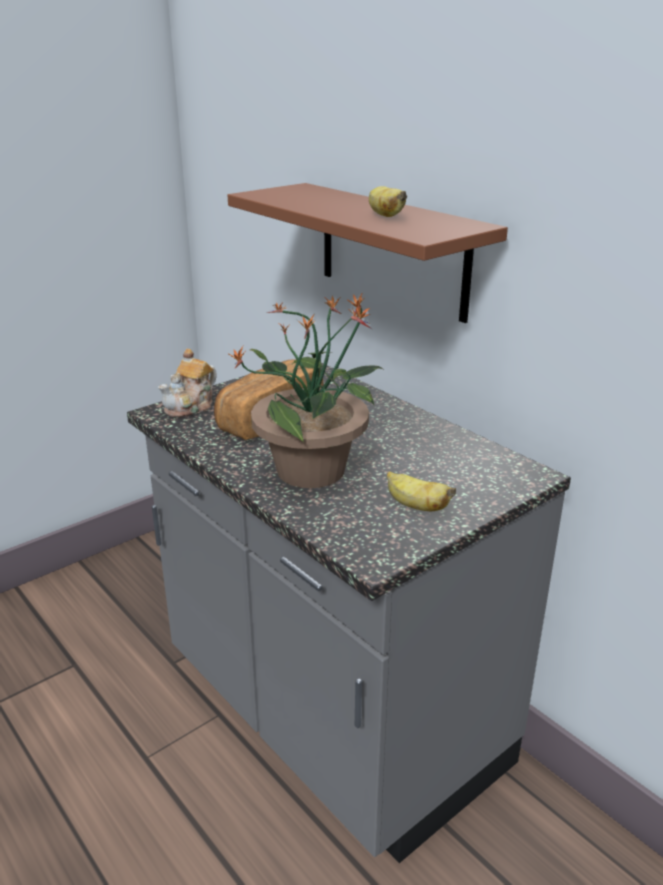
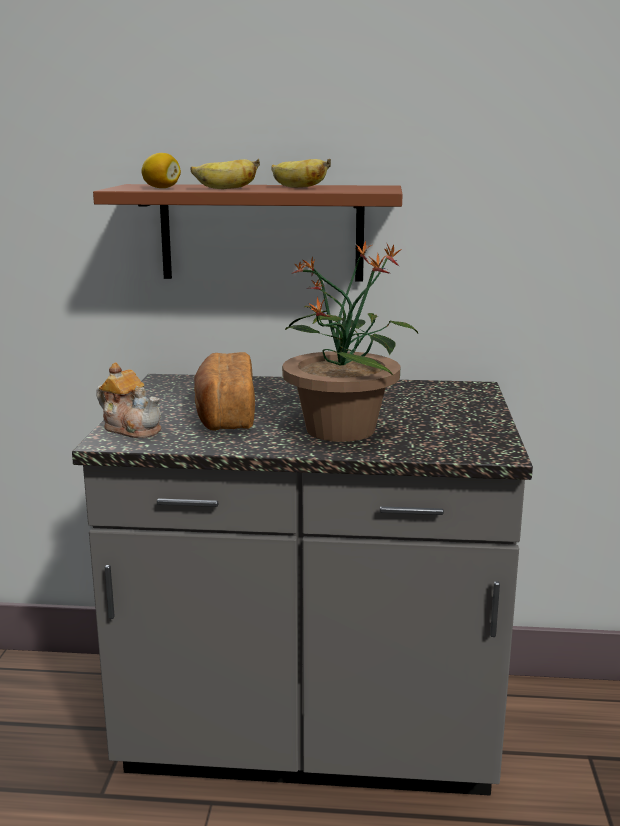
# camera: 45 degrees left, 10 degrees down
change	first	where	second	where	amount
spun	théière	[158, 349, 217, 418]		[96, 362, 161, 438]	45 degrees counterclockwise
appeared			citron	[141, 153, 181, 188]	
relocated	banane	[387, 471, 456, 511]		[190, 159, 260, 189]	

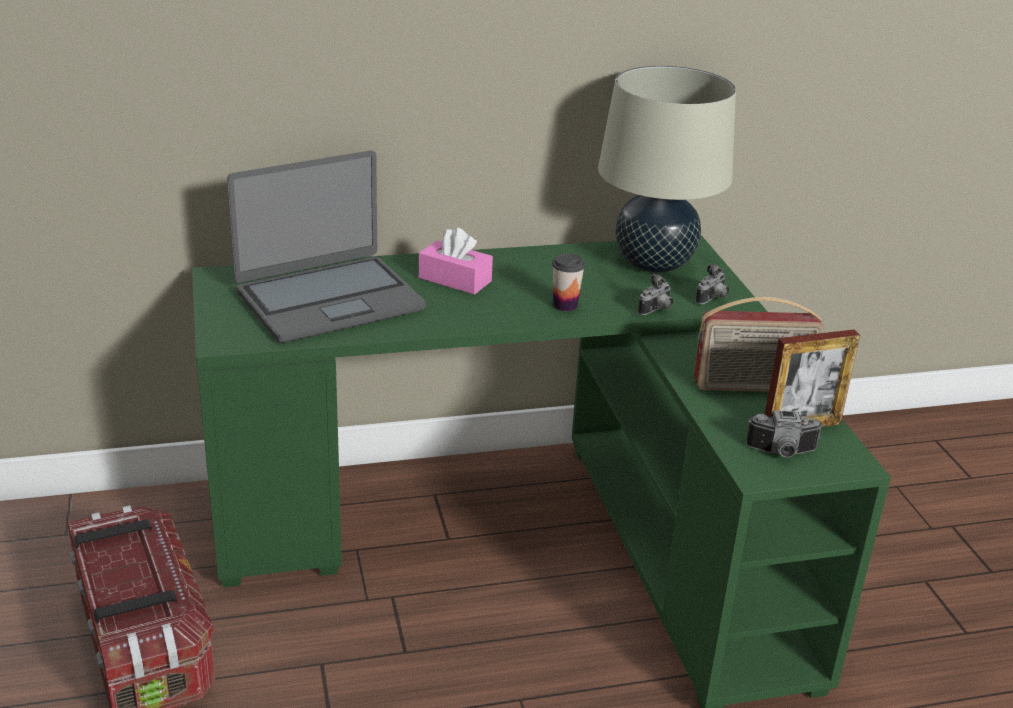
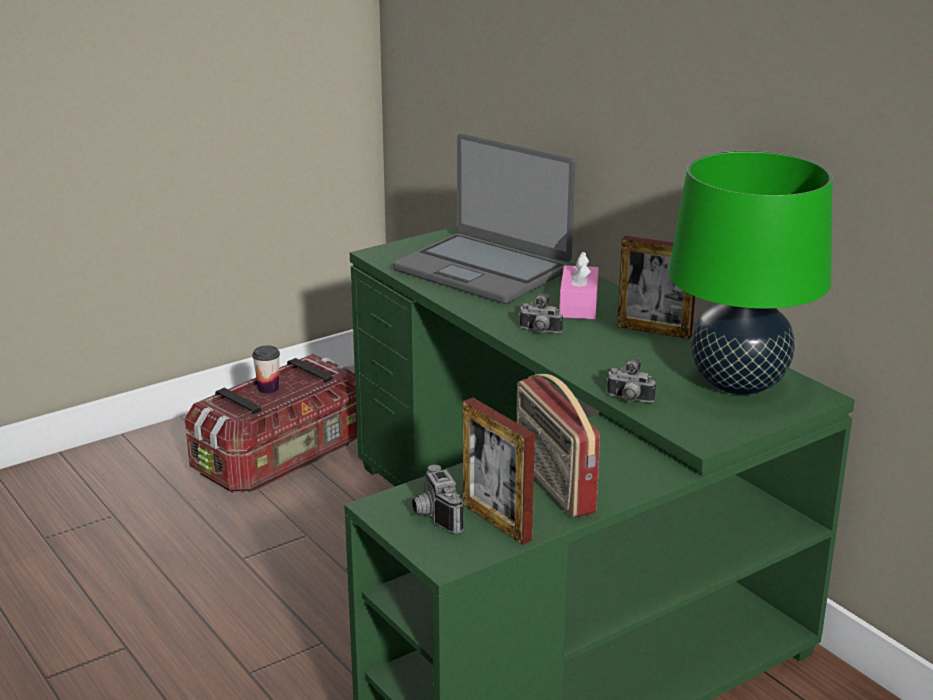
# camera: 70 degrees right, 5 degrees down
change	first	where	second	where	amount
relocated	tasse	[552, 253, 585, 311]		[252, 345, 280, 394]	
relocated	appareil photo	[695, 263, 729, 304]		[519, 294, 563, 333]	
appeared			cadre photo	[617, 236, 695, 339]	
colour	lampe de table [beige]	[598, 66, 736, 273]	lampe de table [vert]	[668, 151, 833, 395]	

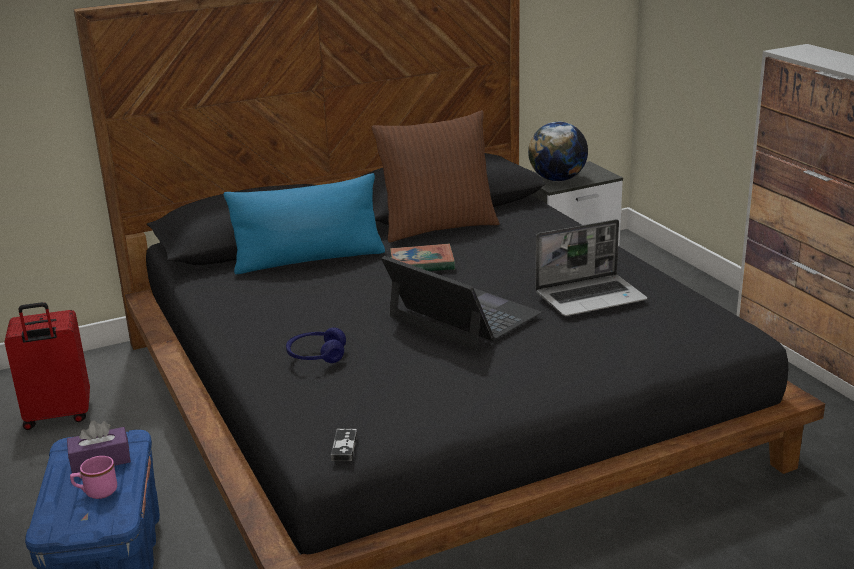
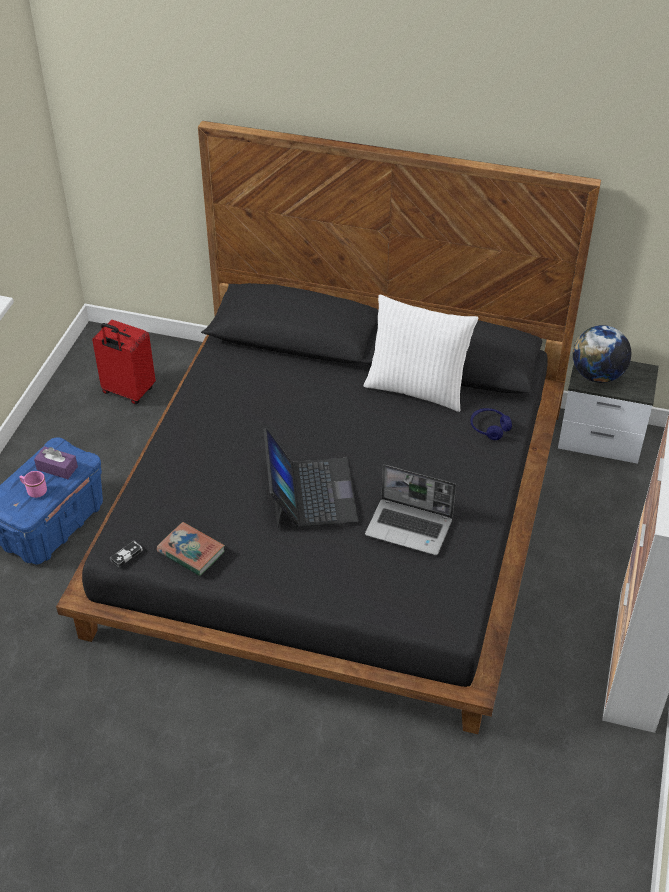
# camera: 40 degrees right, 20 degrees up
change	first	where	second	where	amount
relocated	livre	[390, 244, 455, 271]		[157, 522, 225, 576]	
colour	coussin [marron]	[372, 110, 500, 242]	coussin [blanc]	[364, 295, 478, 412]	
relocated	casque audio [bleu]	[286, 327, 346, 363]		[471, 408, 512, 440]	
missing	coussin [bleu]	[224, 173, 385, 274]			

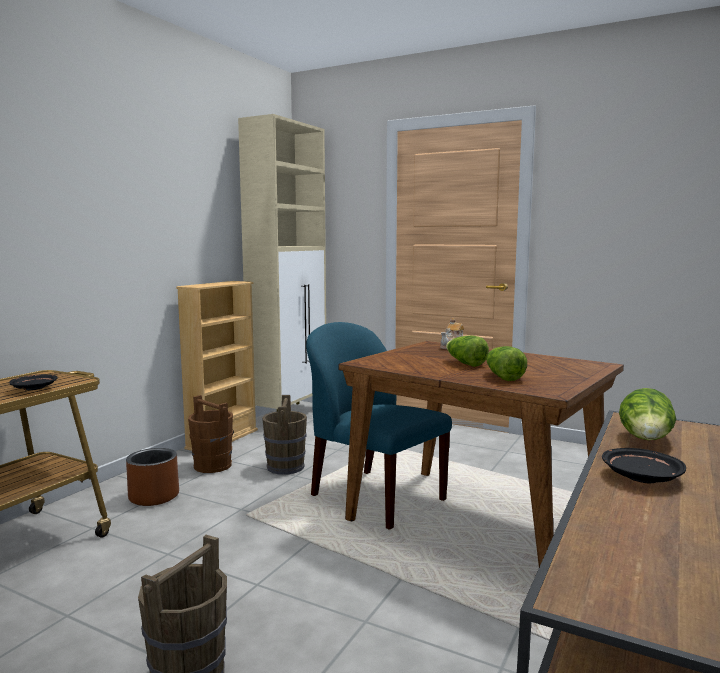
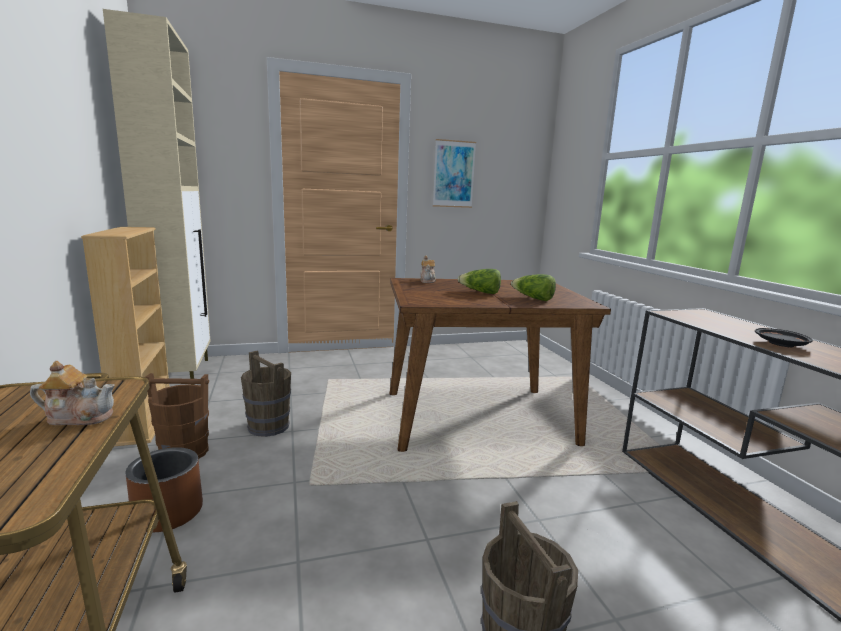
# camera: 45 degrees left, 5 degrees up
change	first	where	second	where	amount
exchanged	assiette [noir]	[9, 374, 58, 390]	théière	[30, 361, 115, 425]	
appeared			tableau	[433, 139, 476, 208]	
missing	chaise [bleu]	[306, 322, 452, 530]			
missing	laitue	[619, 388, 676, 440]			

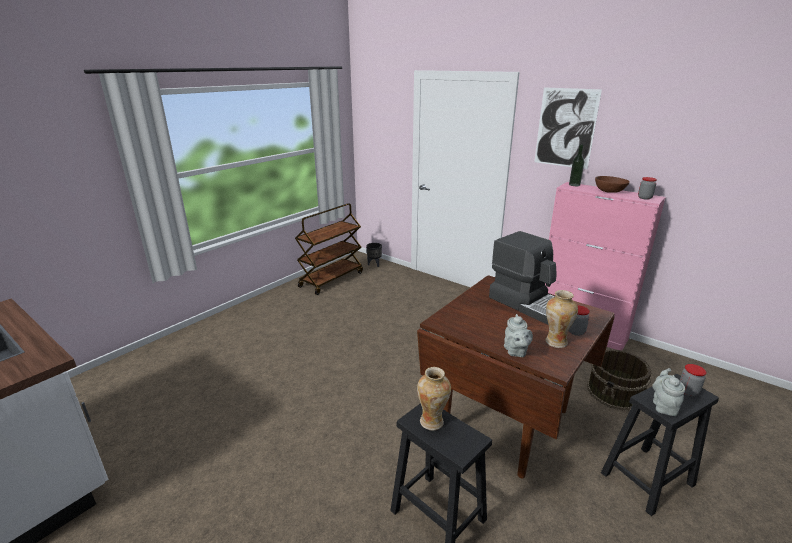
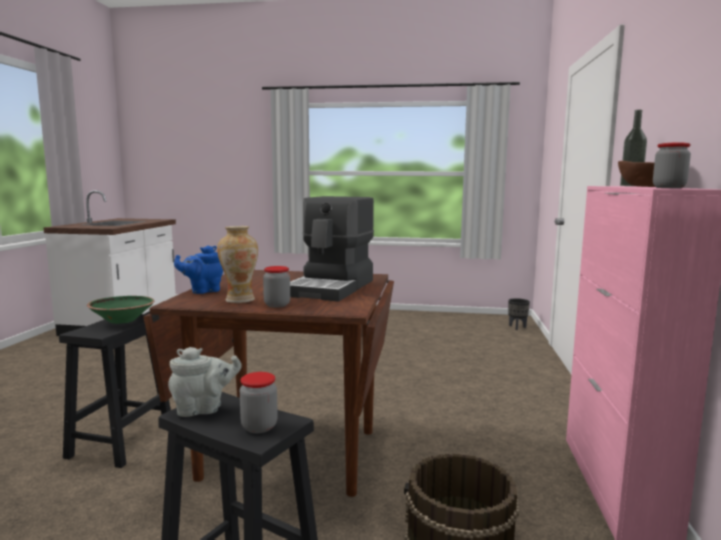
# camera: 60 degrees right, 15 degrees down
change	first	where	second	where	amount
exchanged	vase	[417, 367, 451, 430]	bol [vert]	[87, 296, 154, 324]	
colour	théière [gris]	[504, 314, 533, 357]	théière [bleu]	[174, 246, 223, 294]	
missing	chariot [marron]	[295, 203, 363, 295]			
missing	tableau	[534, 87, 602, 169]			

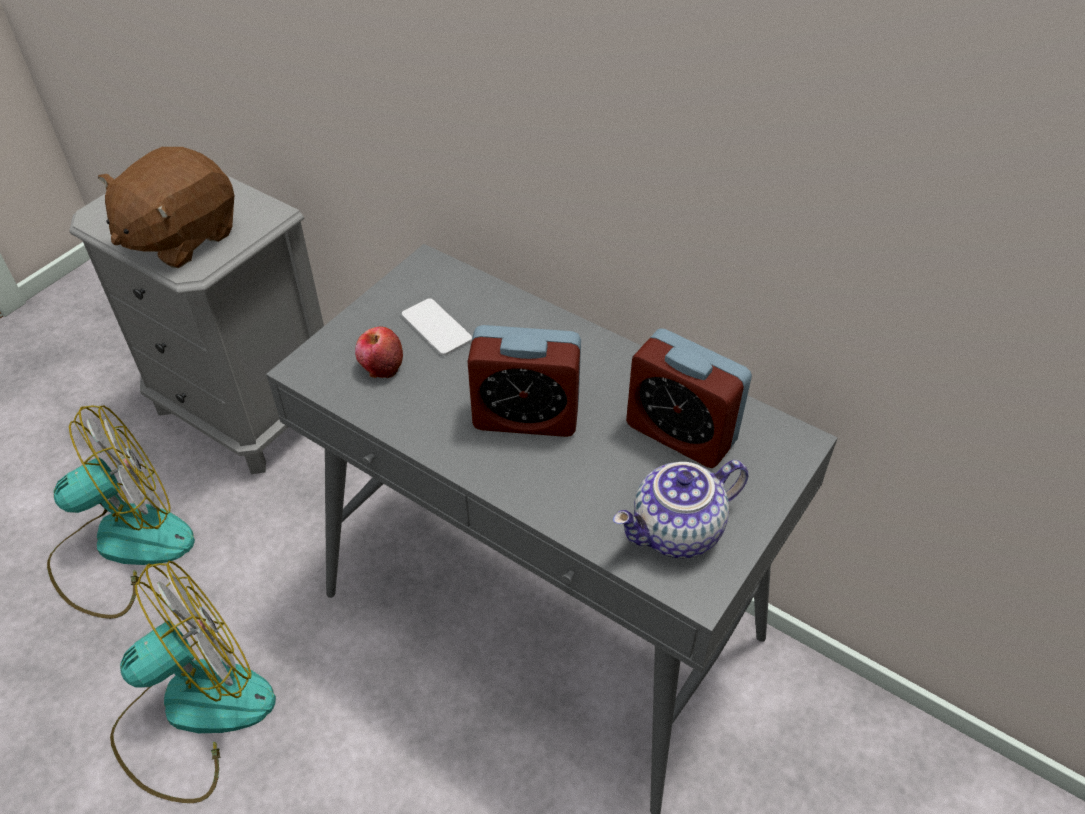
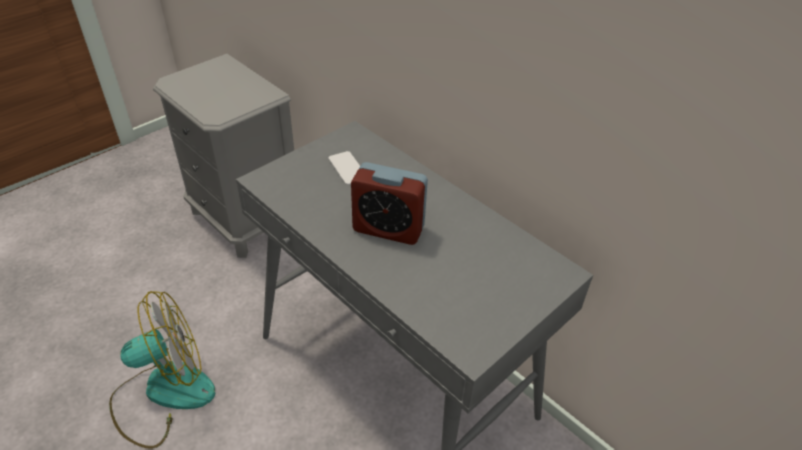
# camera: 10 degrees right, 5 degrees down
change	first	where	second	where	amount
missing	ventilateur	[47, 406, 195, 619]			
missing	peluche [marron]	[98, 147, 234, 268]			
missing	pomme	[355, 327, 403, 378]			
missing	théière	[613, 460, 748, 558]			
missing	réveil	[626, 328, 752, 468]			

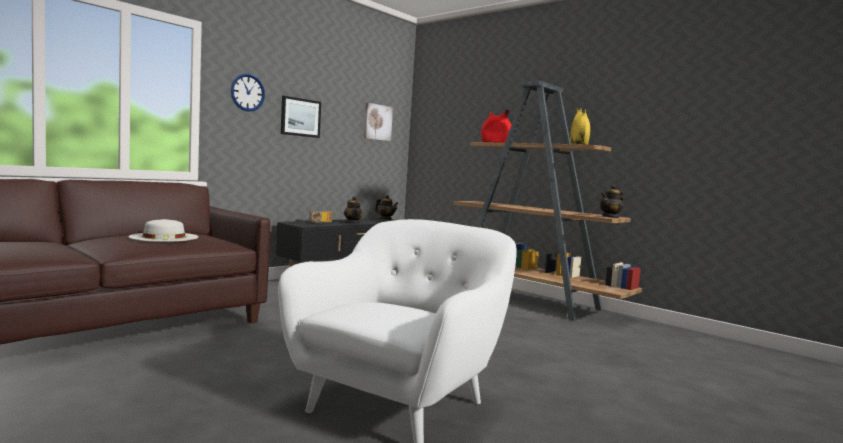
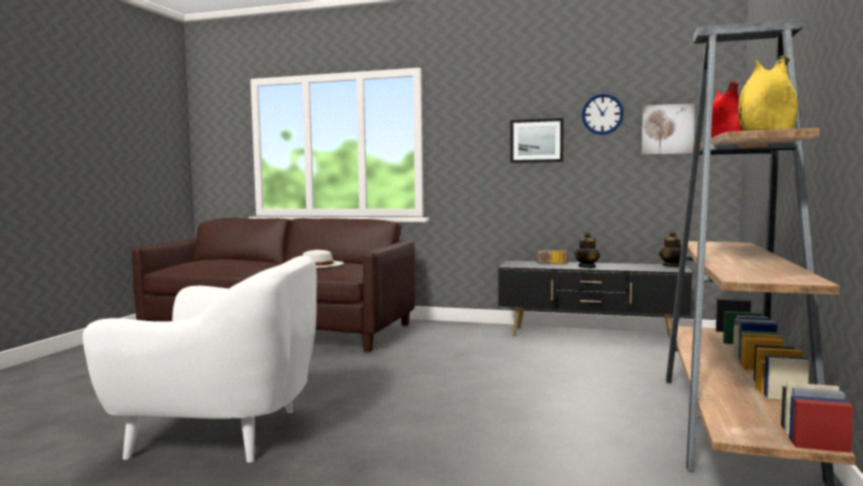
# camera: 65 degrees right, 0 degrees up
change	first	where	second	where	amount
relocated	horloge murale	[231, 74, 265, 111]		[582, 93, 624, 135]	
missing	théière	[600, 184, 624, 218]			

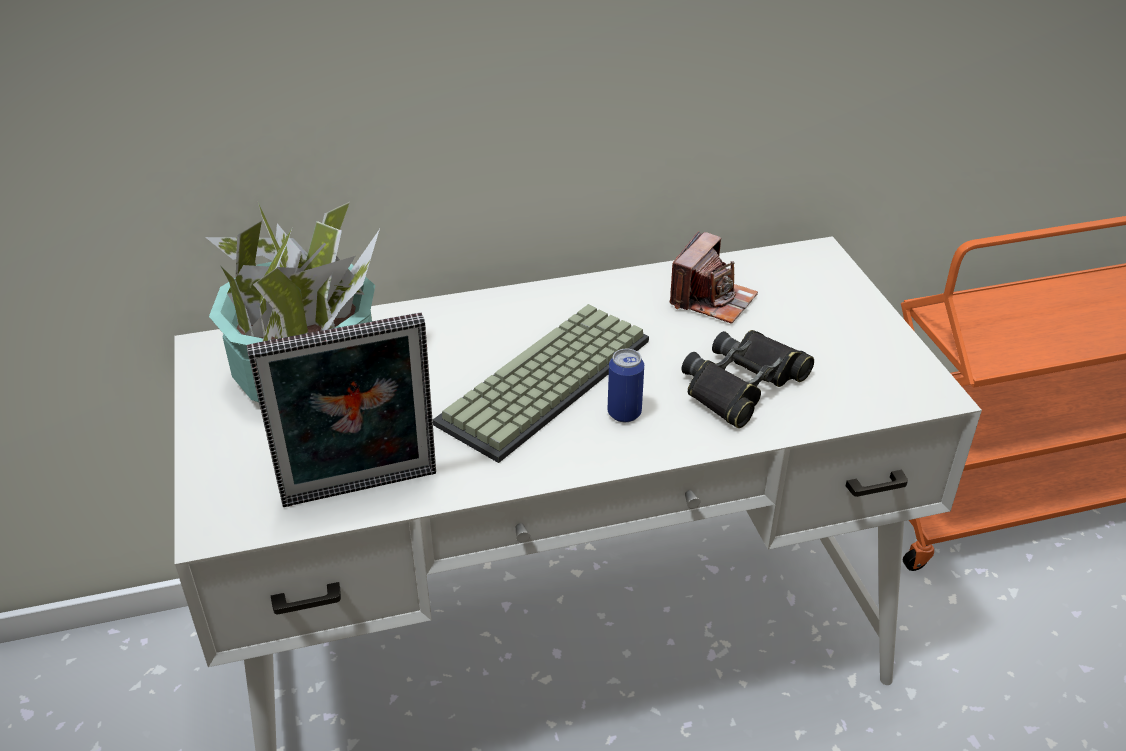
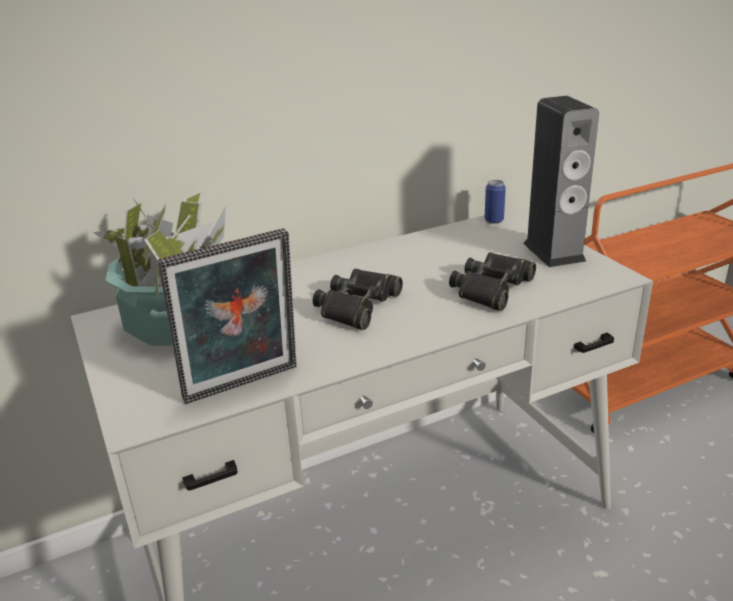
# camera: 10 degrees left, 10 degrees down
change	first	where	second	where	amount
exchanged	clavier	[433, 304, 649, 463]	jumelles [noir]	[313, 269, 403, 330]	
relocated	boîte métallique	[607, 349, 644, 422]		[485, 180, 506, 224]	
appeared			enceinte	[523, 96, 599, 267]	
missing	appareil photo	[670, 231, 758, 324]			

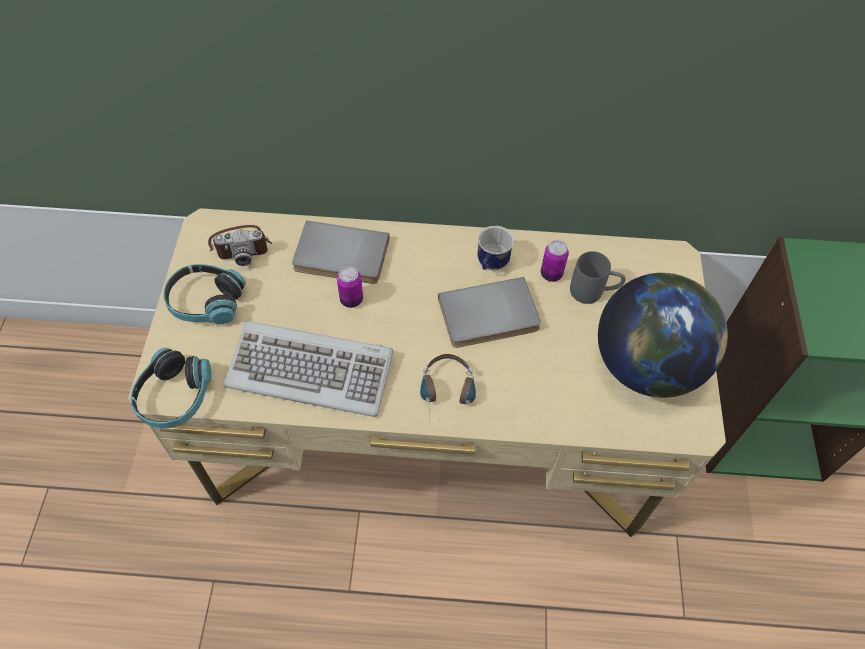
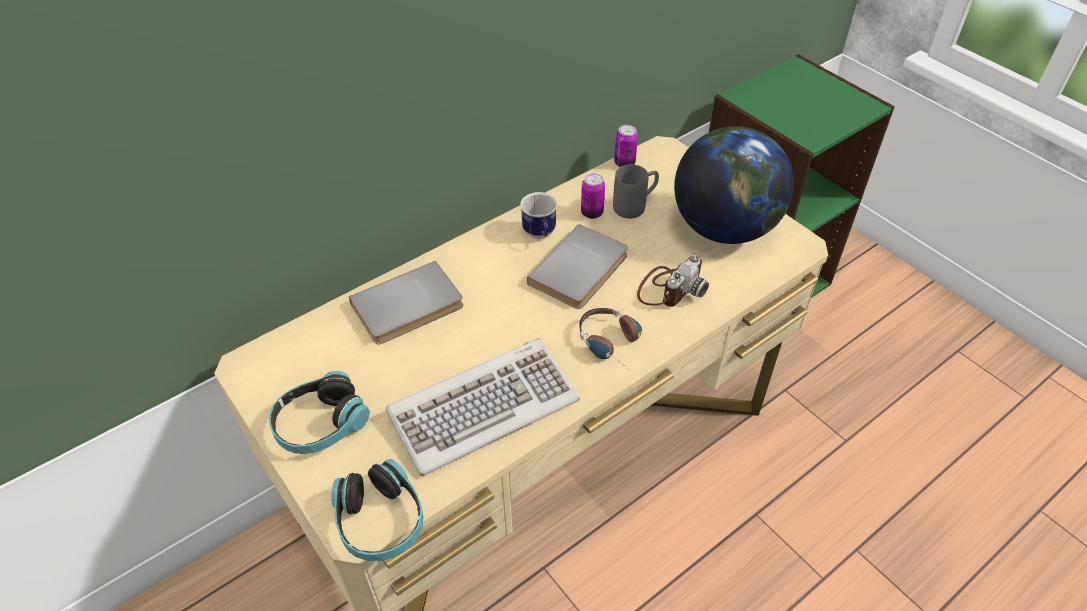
# camera: 40 degrees left, 10 degrees down
change	first	where	second	where	amount
relocated	boîte métallique	[337, 266, 363, 308]		[614, 125, 638, 167]	
relocated	appareil photo	[208, 225, 272, 266]		[637, 255, 709, 307]	

